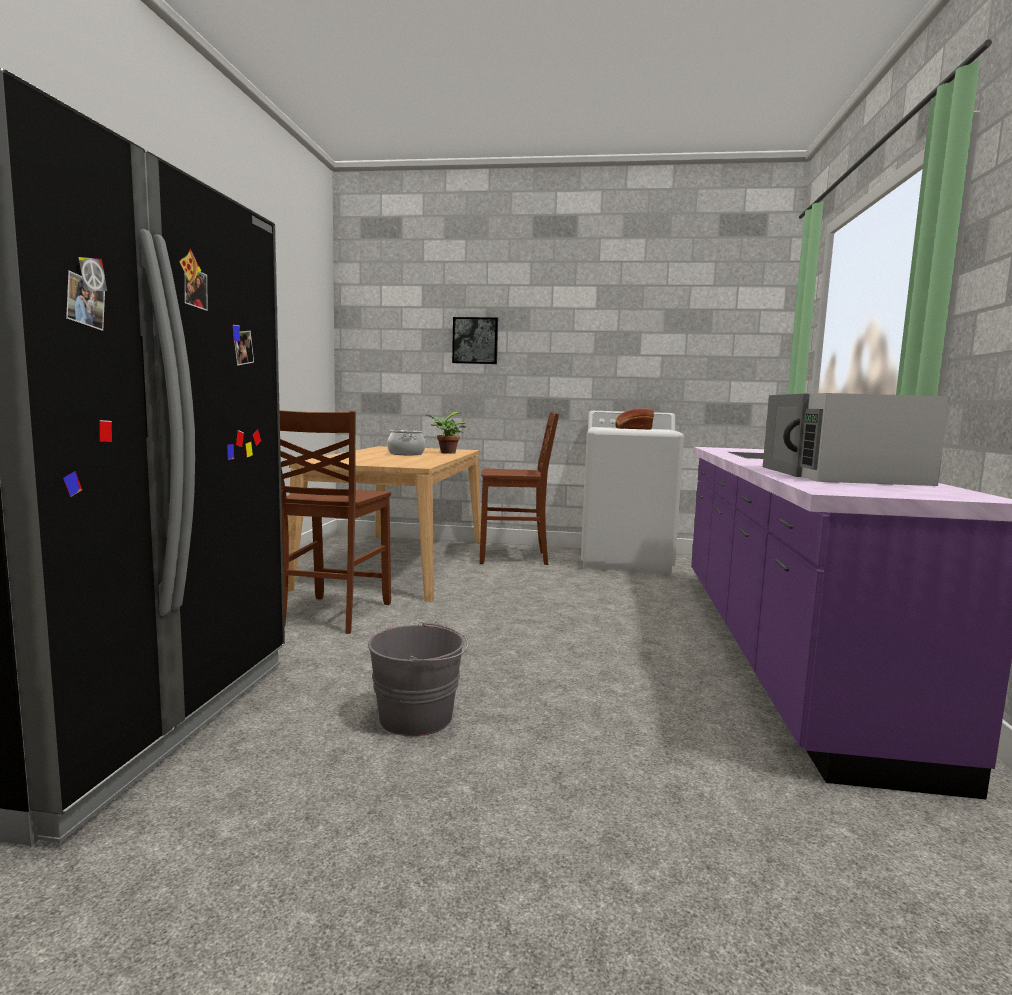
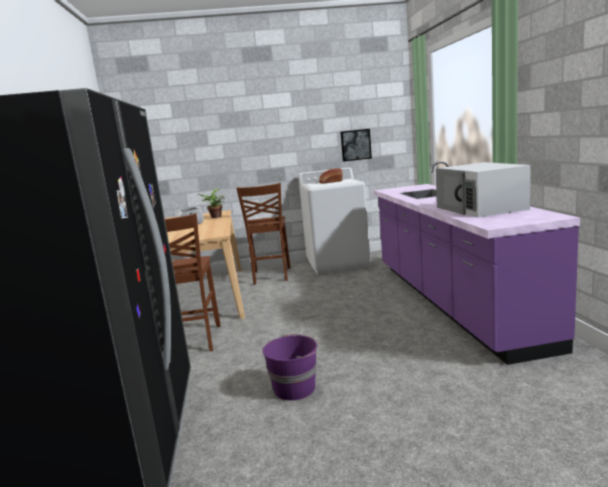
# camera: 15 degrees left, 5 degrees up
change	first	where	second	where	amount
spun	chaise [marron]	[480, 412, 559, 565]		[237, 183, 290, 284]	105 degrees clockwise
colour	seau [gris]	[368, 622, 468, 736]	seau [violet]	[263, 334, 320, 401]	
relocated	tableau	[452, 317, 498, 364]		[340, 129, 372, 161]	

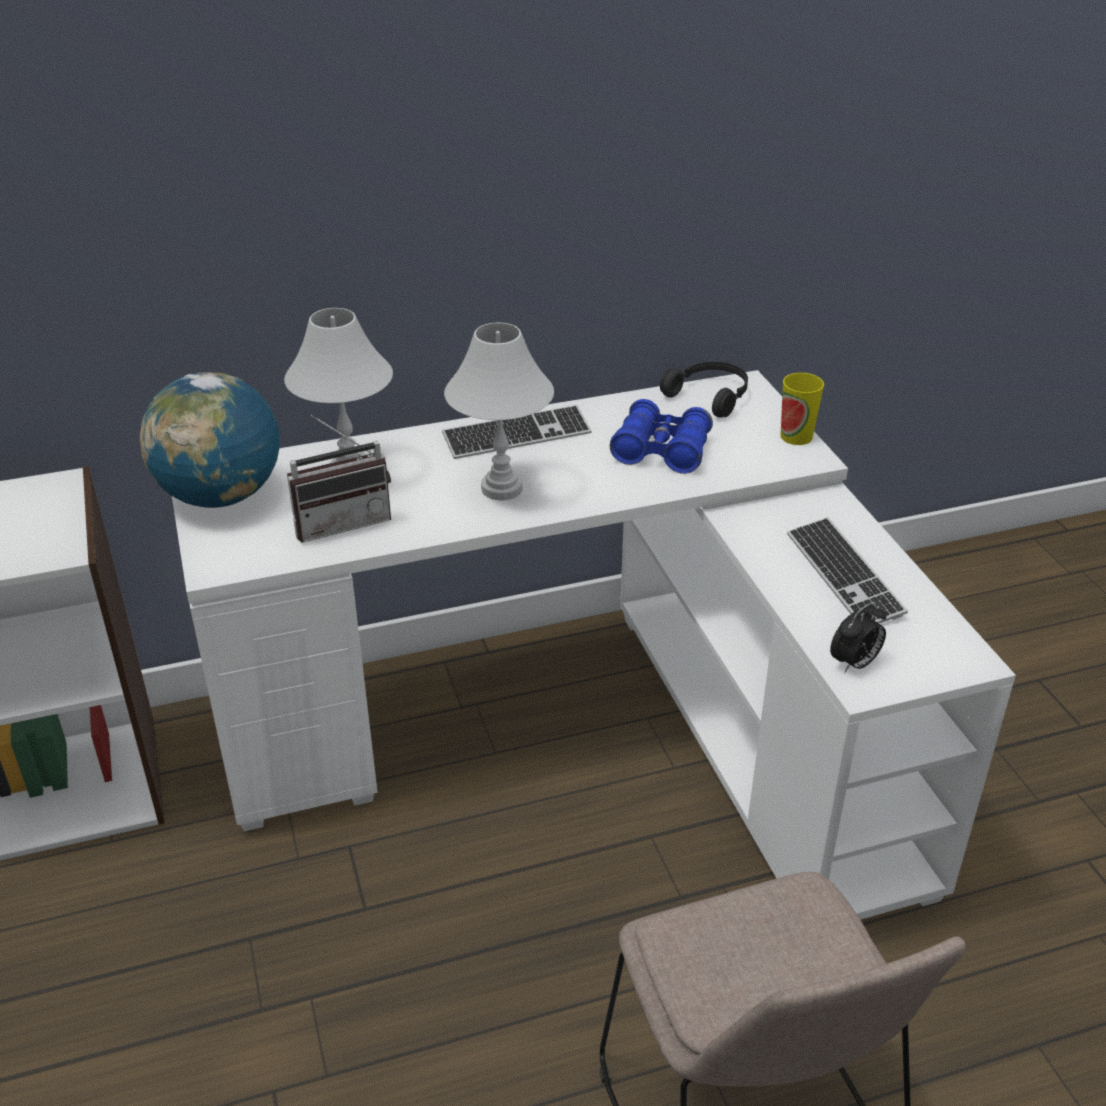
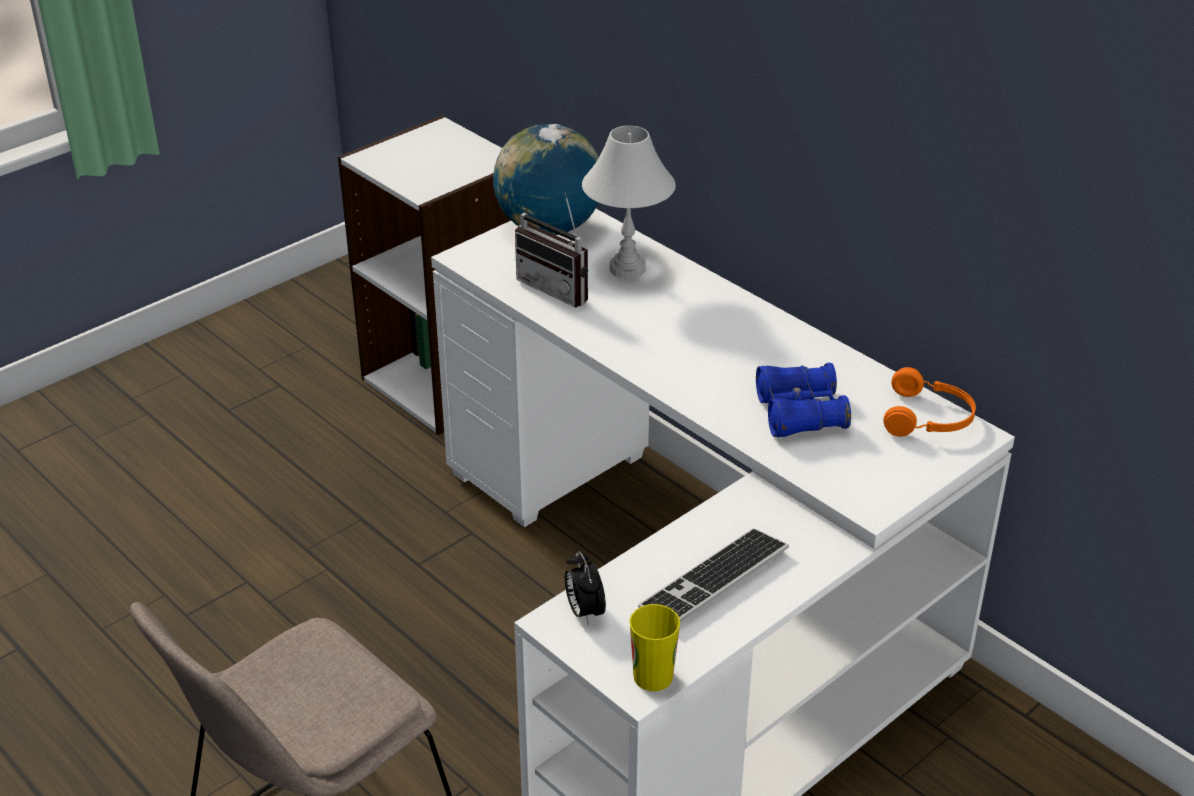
# camera: 65 degrees right, 0 degrees up
change	first	where	second	where	amount
spun	réveil	[830, 602, 886, 673]		[565, 551, 606, 625]	45 degrees clockwise
relocated	tasse	[780, 373, 824, 445]		[629, 604, 680, 691]	
colour	casque audio [noir]	[660, 362, 748, 418]	casque audio [orange]	[883, 367, 976, 437]	
missing	clavier	[442, 405, 592, 459]			
missing	lampe de table [blanc]	[444, 323, 554, 500]			

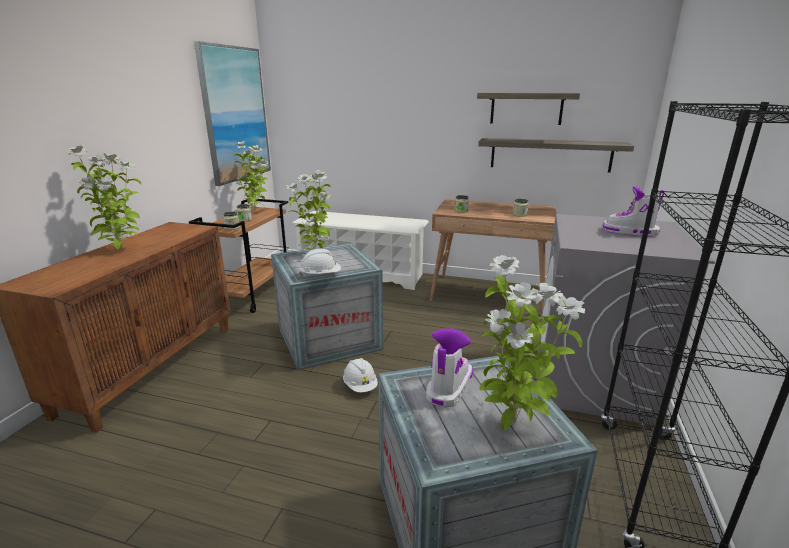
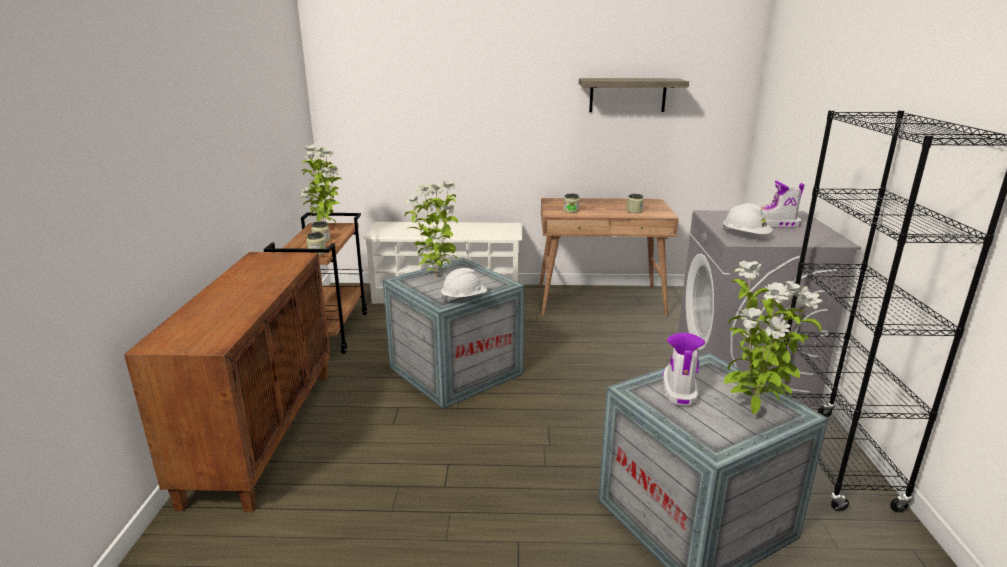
# camera: 15 degrees left, 0 degrees up
change	first	where	second	where	amount
relocated	casque de chantier [blanc]	[343, 358, 378, 392]		[723, 203, 773, 234]	
missing	plante en pot	[67, 146, 141, 250]			
missing	tableau	[194, 41, 271, 186]			
missing	étagère	[478, 138, 634, 173]			

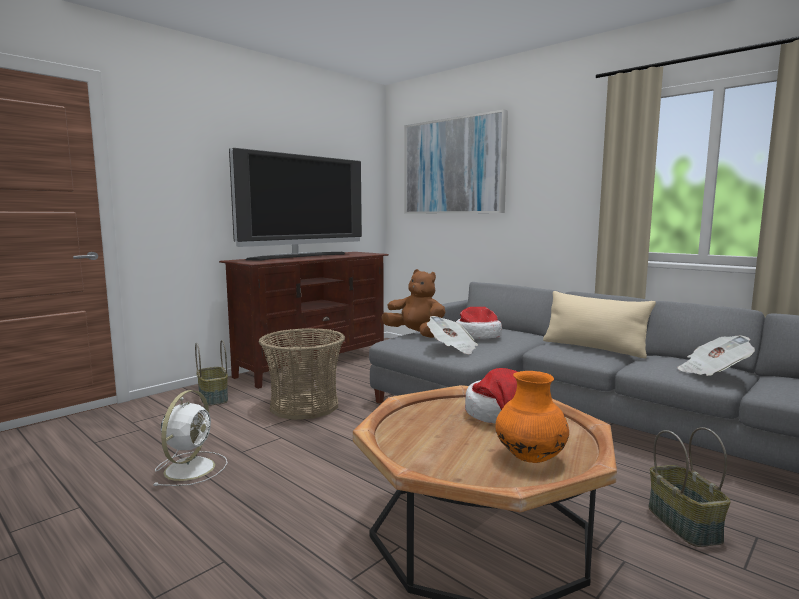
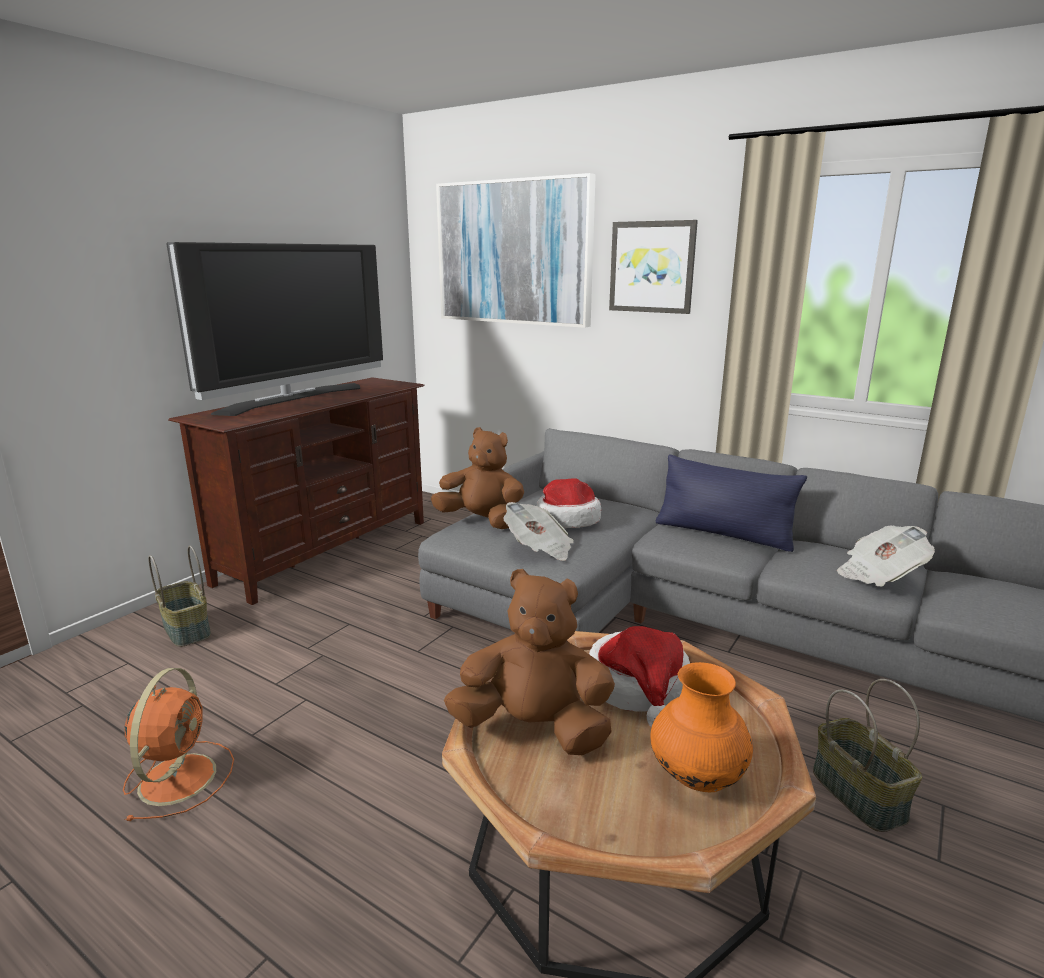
# camera: 10 degrees left, 10 degrees up
change	first	where	second	where	amount
colour	ventilateur [blanc]	[153, 390, 228, 486]	ventilateur [orange]	[123, 668, 234, 821]	
appeared			peluche [marron]	[444, 569, 615, 755]	
appeared			tableau	[609, 220, 698, 314]	
colour	coussin [beige]	[543, 291, 656, 359]	coussin [bleu]	[656, 454, 807, 552]	
missing	panier	[259, 328, 345, 420]			

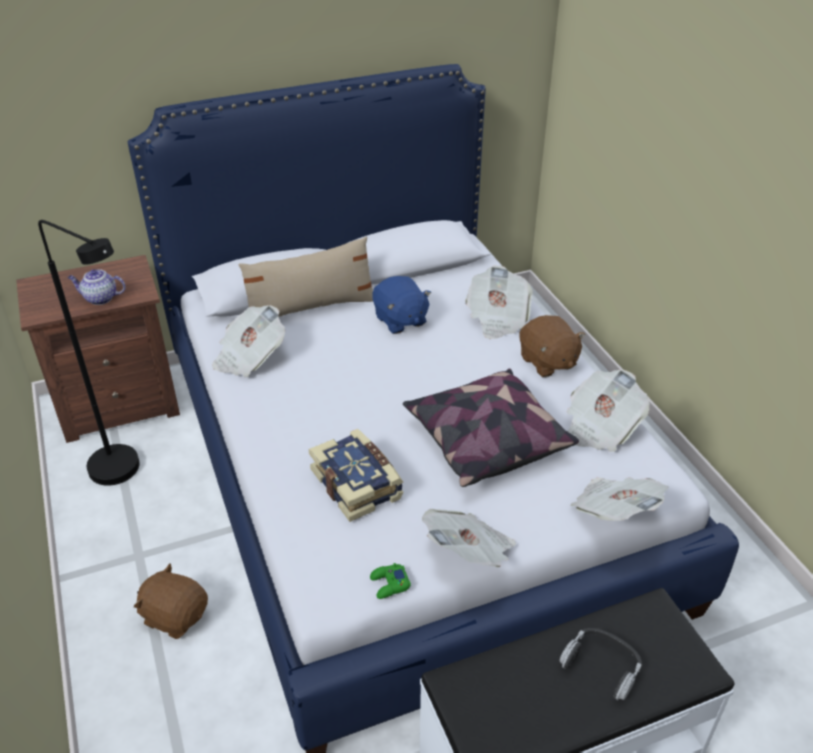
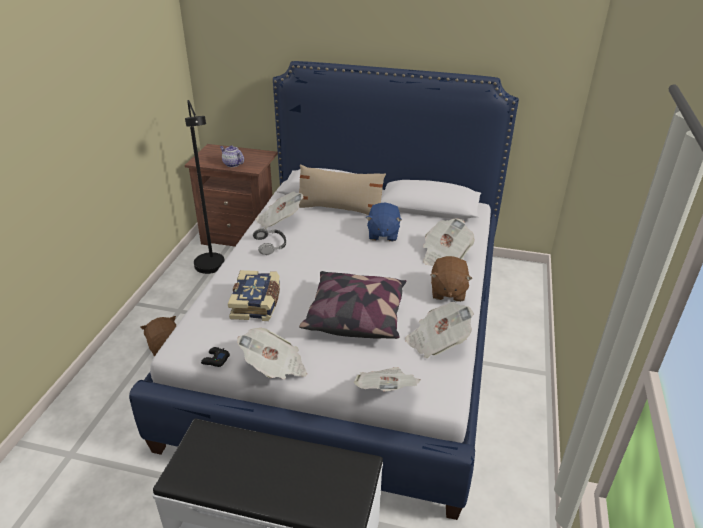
# camera: 35 degrees right, 5 degrees down
change	first	where	second	where	amount
colour	manette [vert]	[370, 563, 411, 599]	manette [noir]	[201, 347, 230, 367]	
relocated	casque audio	[560, 628, 642, 700]		[253, 228, 286, 256]	

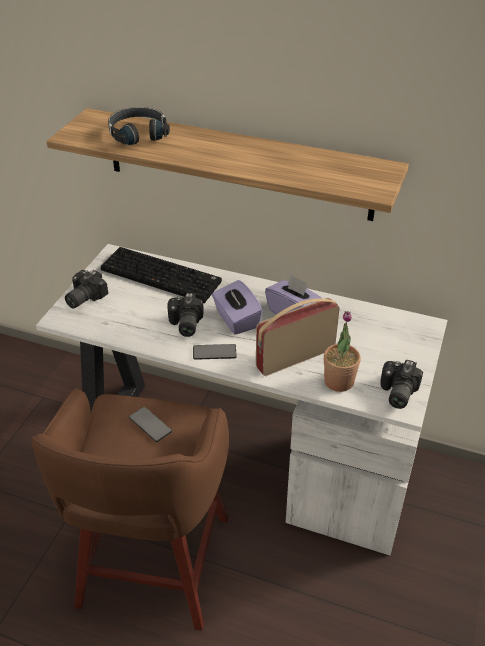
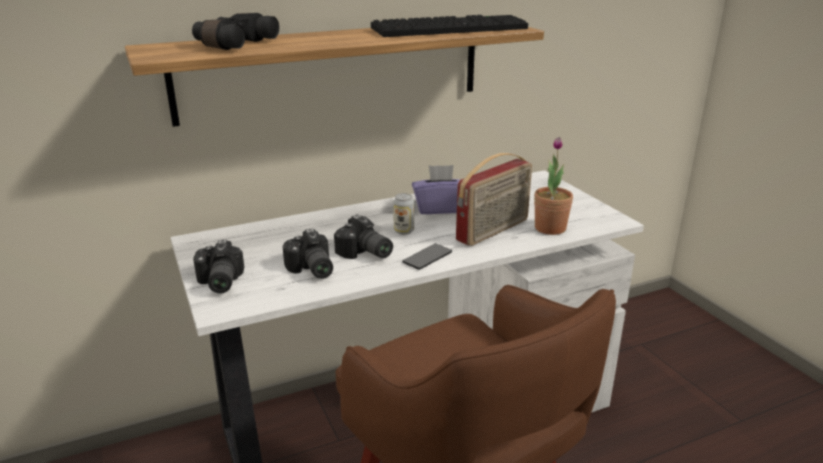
# camera: 45 degrees left, 15 degrees down
change	first	where	second	where	amount
exchanged	casque audio [noir]	[108, 107, 170, 145]	jumelles [noir]	[192, 13, 279, 50]	
relocated	appareil photo	[380, 360, 423, 409]		[283, 228, 333, 279]	
relocated	clavier	[100, 247, 222, 303]		[371, 15, 528, 37]	
exchanged	boîte à mouchoirs [violet]	[212, 280, 263, 335]	boîte métallique	[393, 193, 414, 235]	
spun	radio	[256, 298, 340, 376]		[456, 153, 532, 246]	150 degrees counterclockwise
missing	téléphone	[129, 407, 172, 442]			

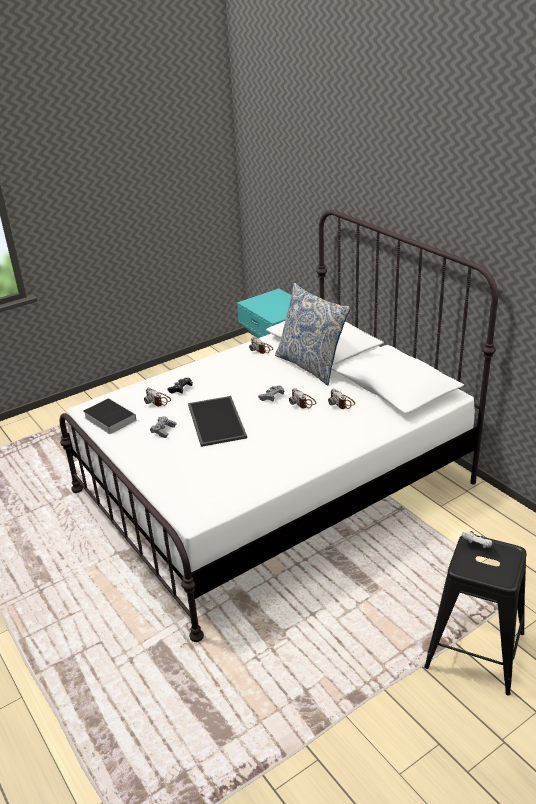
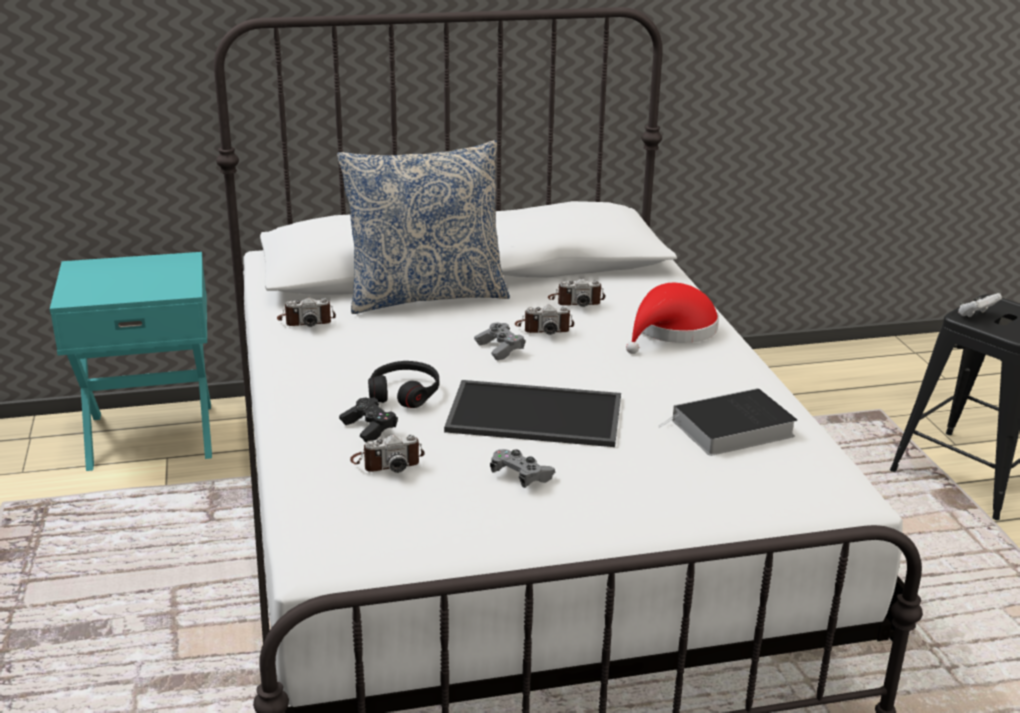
# camera: 70 degrees left, 5 degrees down
change	first	where	second	where	amount
appeared			casque audio [noir]	[368, 361, 439, 408]	
appeared			chapeau [rouge]	[626, 283, 719, 354]	
relocated	livre	[83, 398, 136, 434]		[658, 388, 797, 456]	

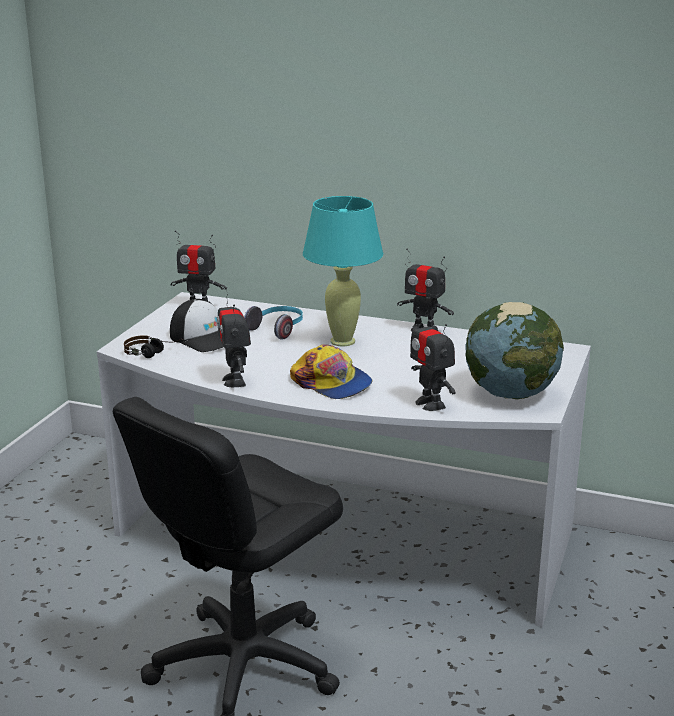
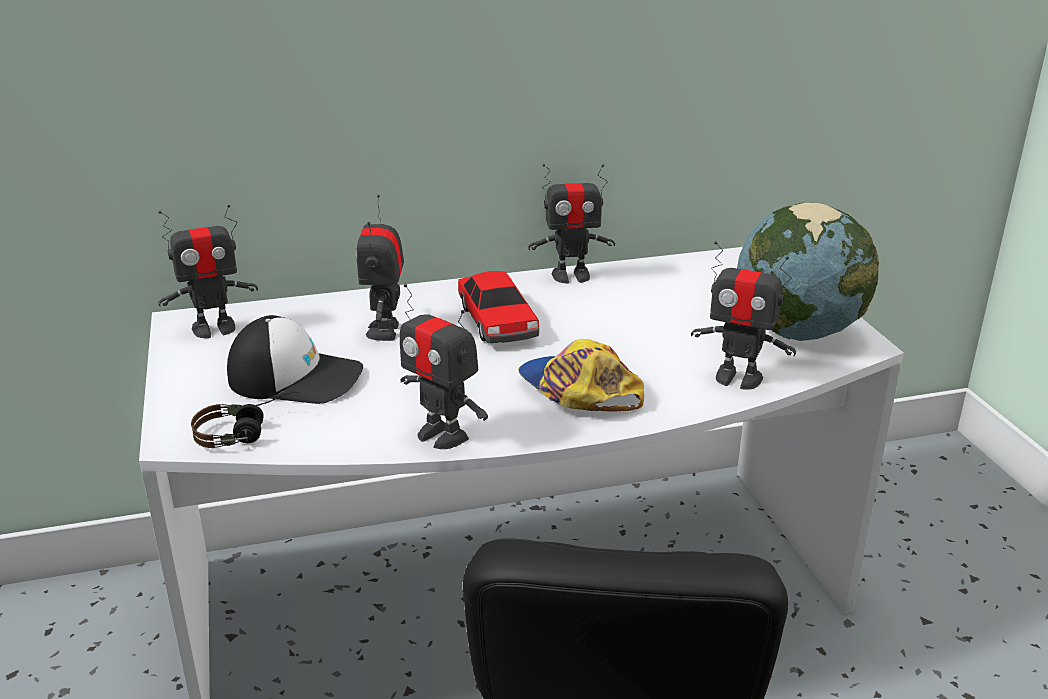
# camera: 35 degrees left, 5 degrees up
change	first	where	second	where	amount
exchanged	casque audio	[244, 306, 303, 340]	robot jouet	[356, 195, 404, 341]	
exchanged	lampe de table [turquoise]	[303, 196, 383, 346]	petite voiture	[458, 271, 539, 343]	
spun	casquette	[290, 345, 372, 399]		[518, 339, 644, 412]	135 degrees counterclockwise

